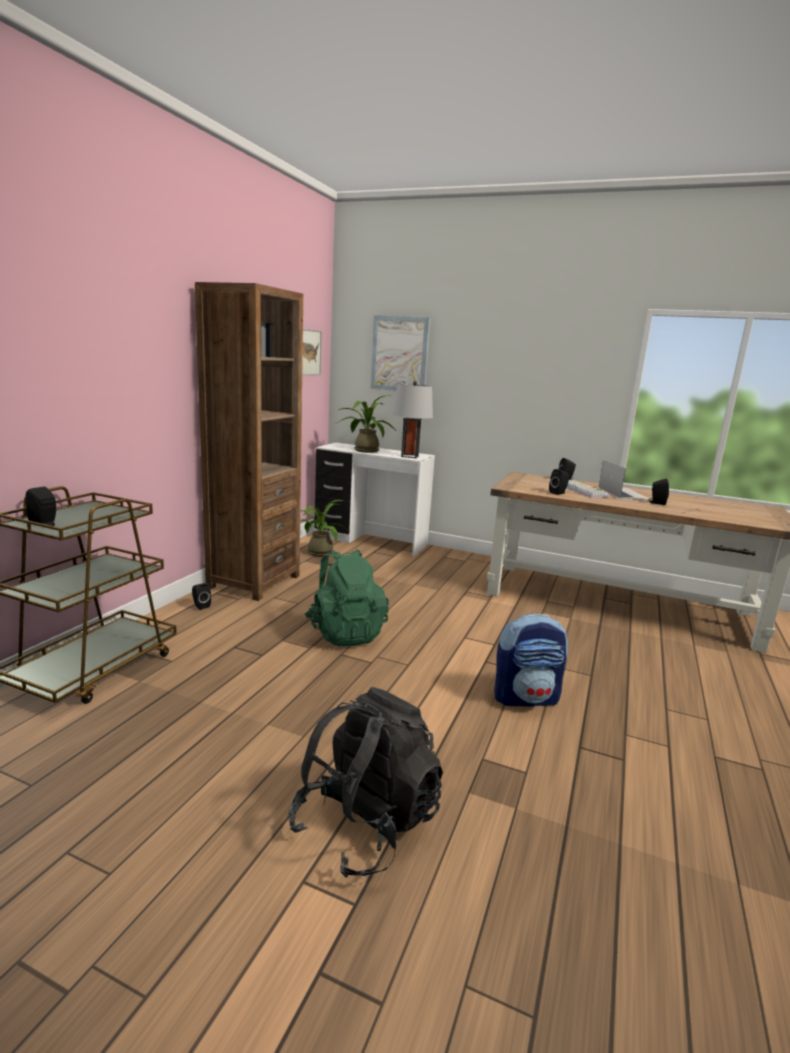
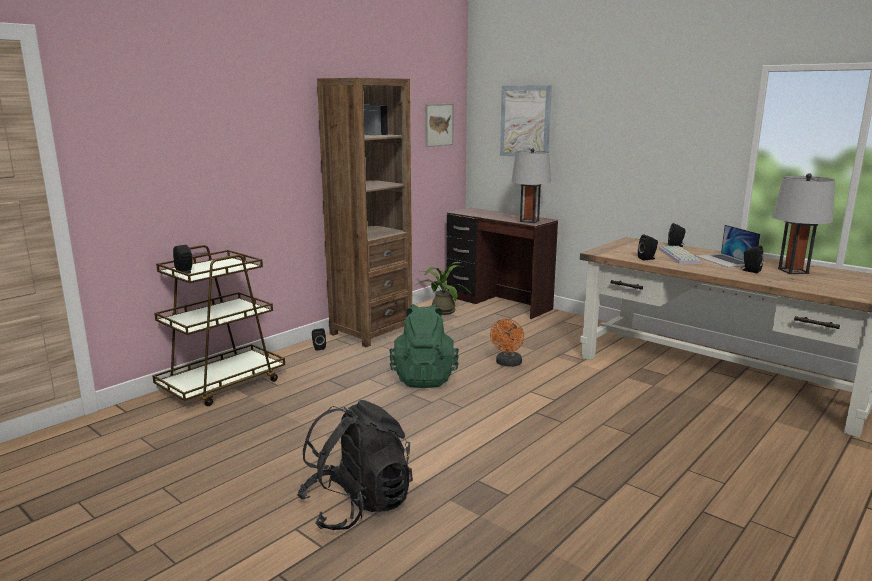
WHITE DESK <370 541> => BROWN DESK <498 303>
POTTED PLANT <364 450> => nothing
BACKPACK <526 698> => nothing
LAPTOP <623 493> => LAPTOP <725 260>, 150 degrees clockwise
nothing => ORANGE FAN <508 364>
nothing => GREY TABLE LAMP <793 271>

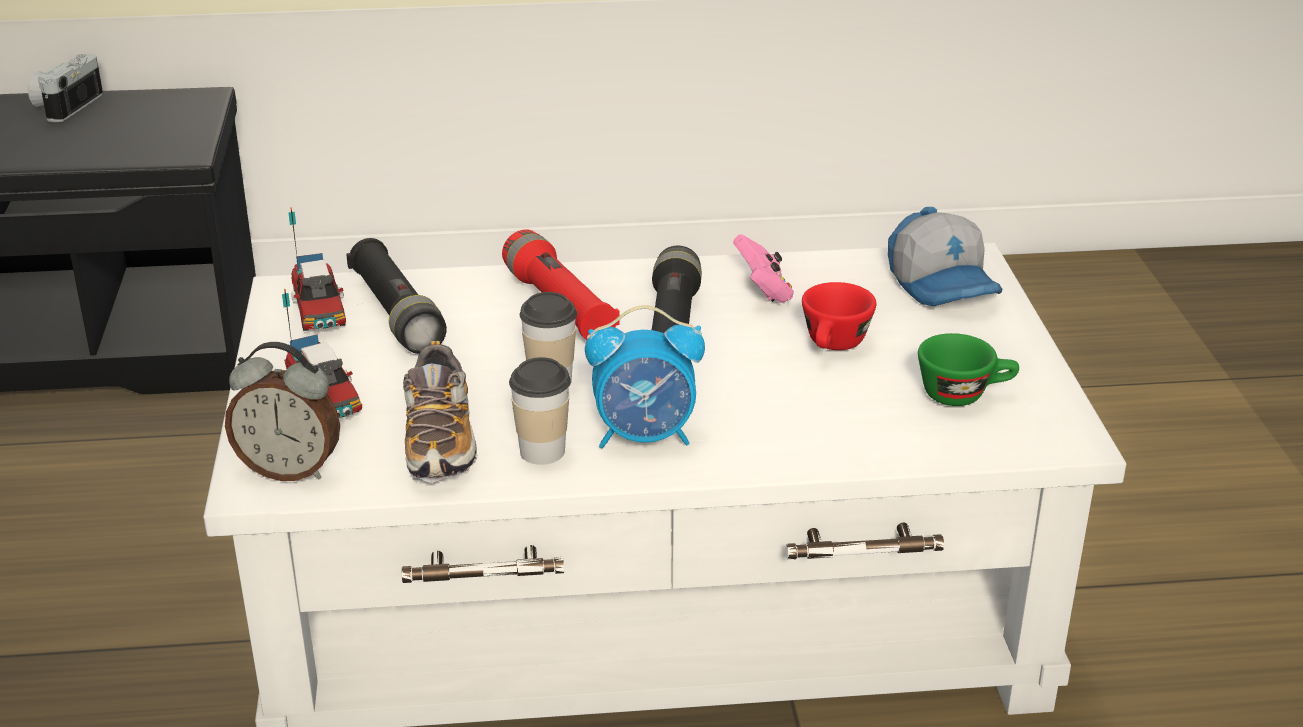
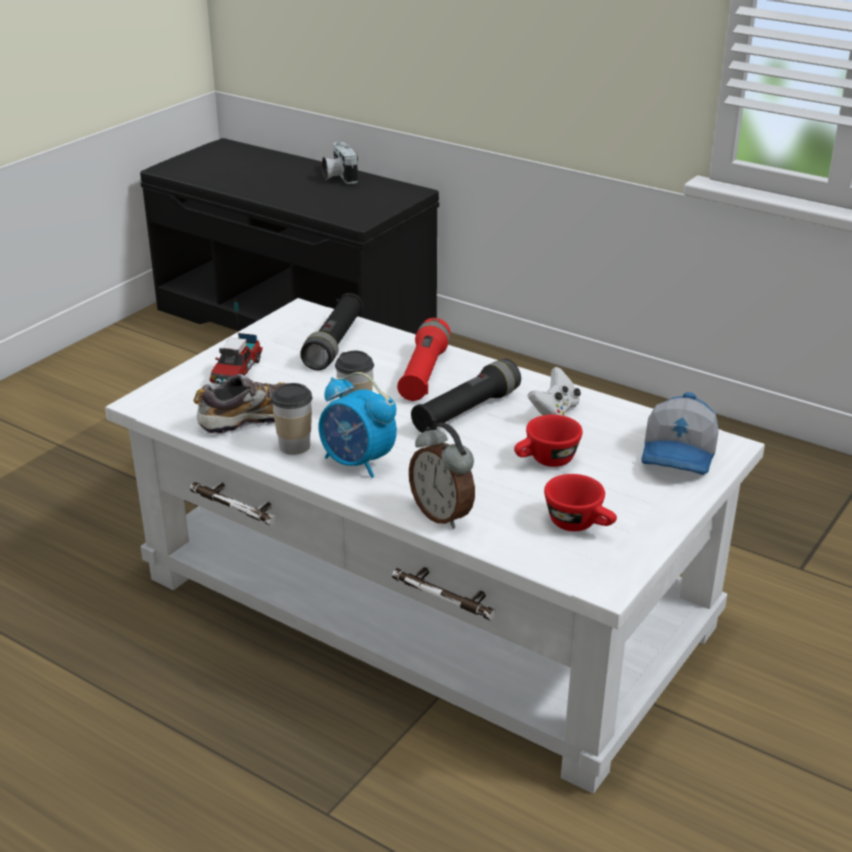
PHOTO CAMERA <66 106> => PHOTO CAMERA <338 176>, 75 degrees counterclockwise
ALARM CLOCK <290 470> => ALARM CLOCK <443 515>, relocated
TOY TRUCK <319 310> => nothing
SHOE <440 443> => SHOE <254 419>, 150 degrees counterclockwise
PINK GAME CONTROLLER <763 291> => WHITE GAME CONTROLLER <554 412>
GREEN CUP <964 394> => RED CUP <580 524>

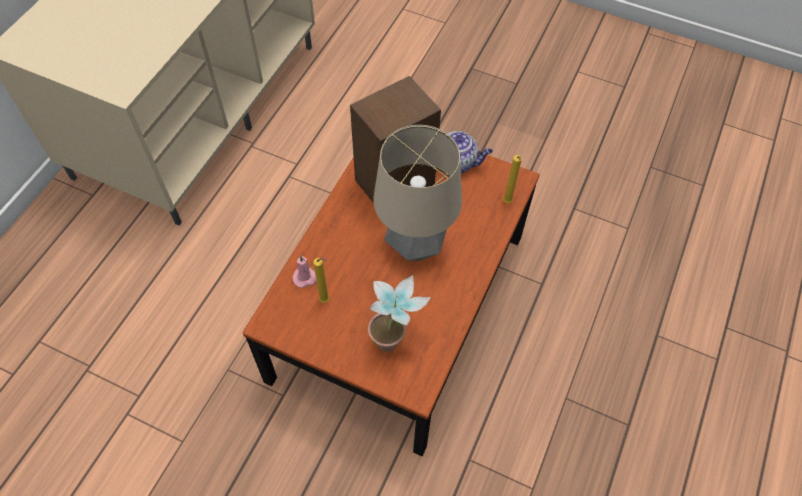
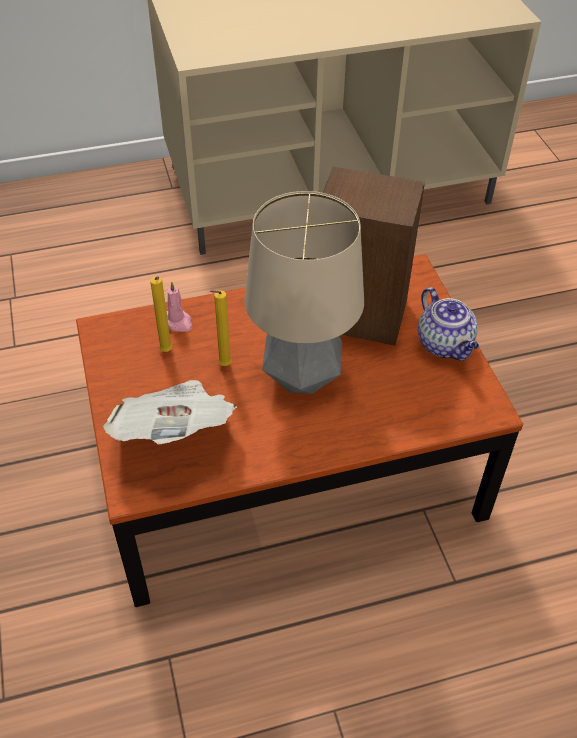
POTTED PLANT <394 339> => NEWSPAPER <175 432>
YELLOW CANDLE <507 203> => YELLOW CANDLE <223 365>, relocated

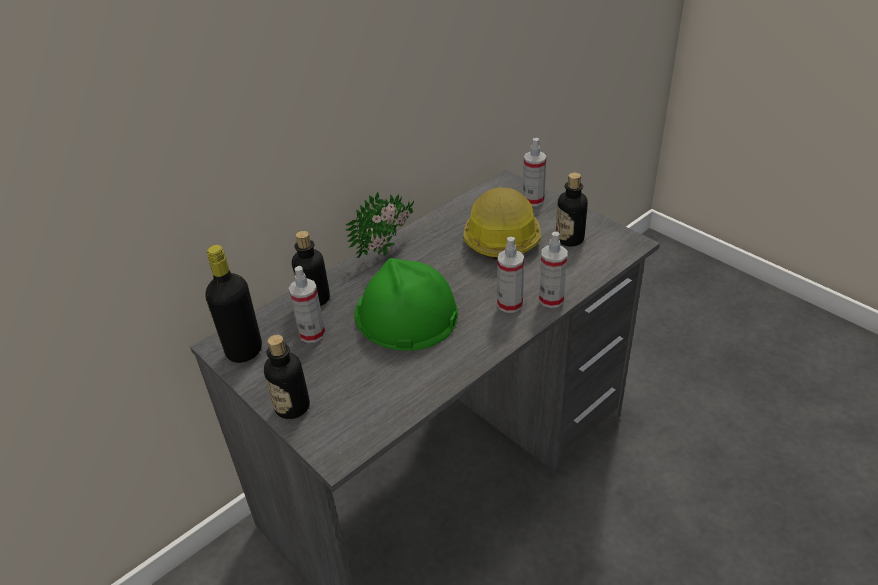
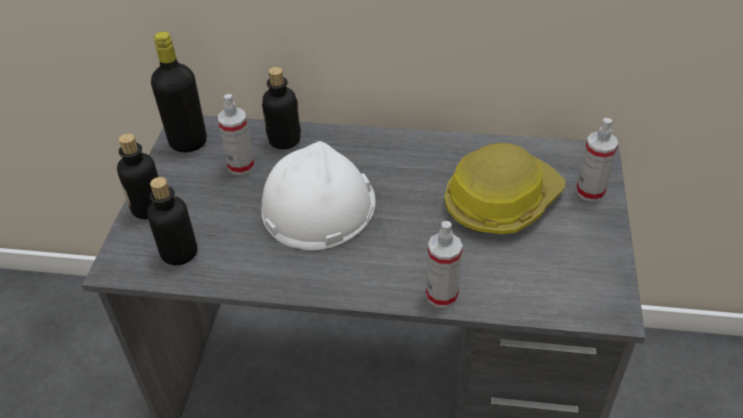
POTTED PLANT <388 249> => nothing
GREEN HARD HAT <406 314> => WHITE HARD HAT <318 205>
SPRAY BOTTLE <509 304> => nothing
BOTTLE <569 239> => BOTTLE <179 253>, relocated

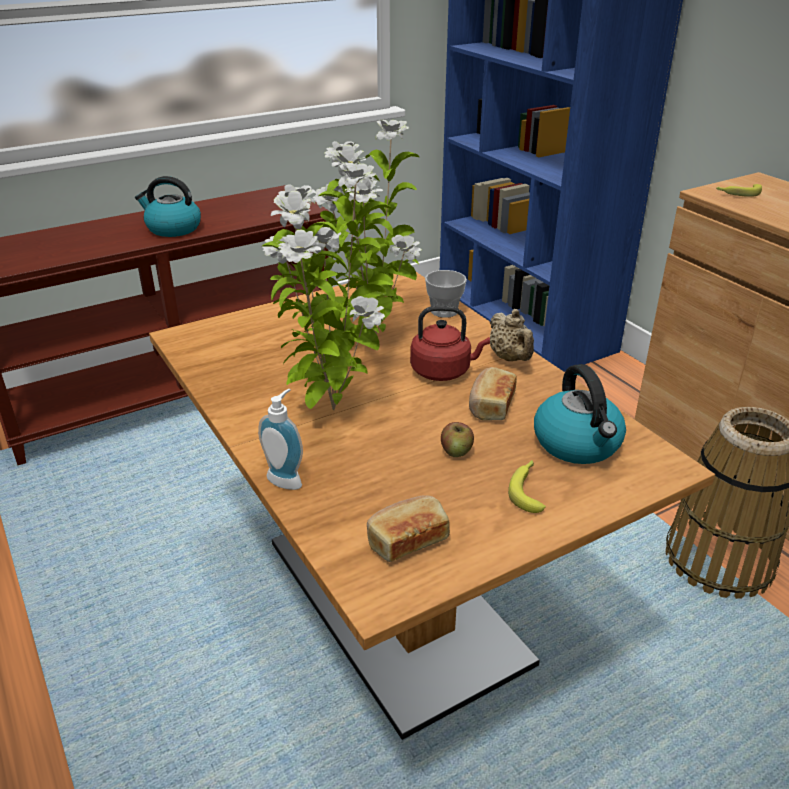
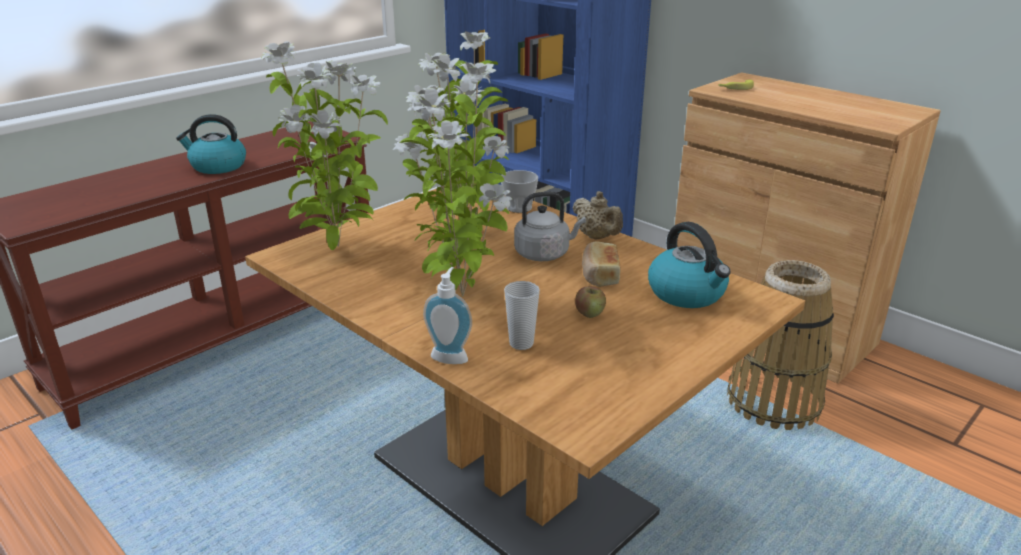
BREAD <406 540> => nothing
RED KETTLE <444 371> => GREY KETTLE <545 254>
BANANA <528 490> => nothing
nothing => POTTED PLANT <338 248>
nothing => CUP <521 343>

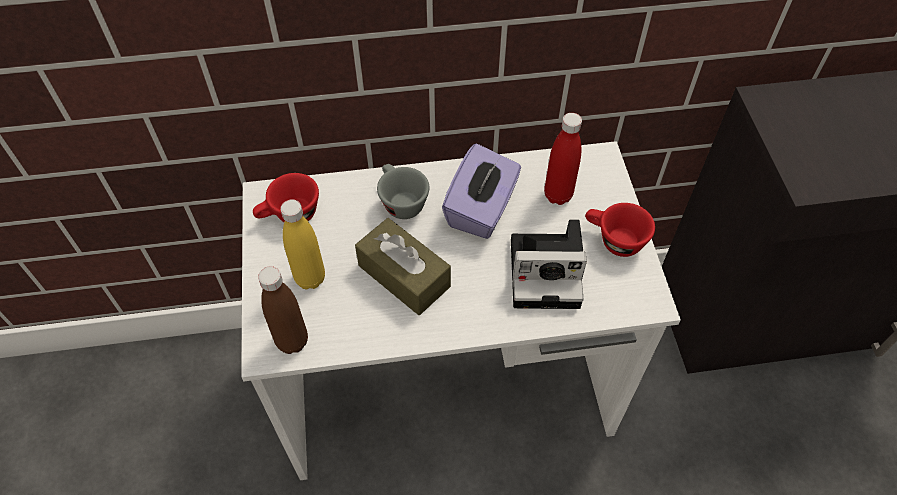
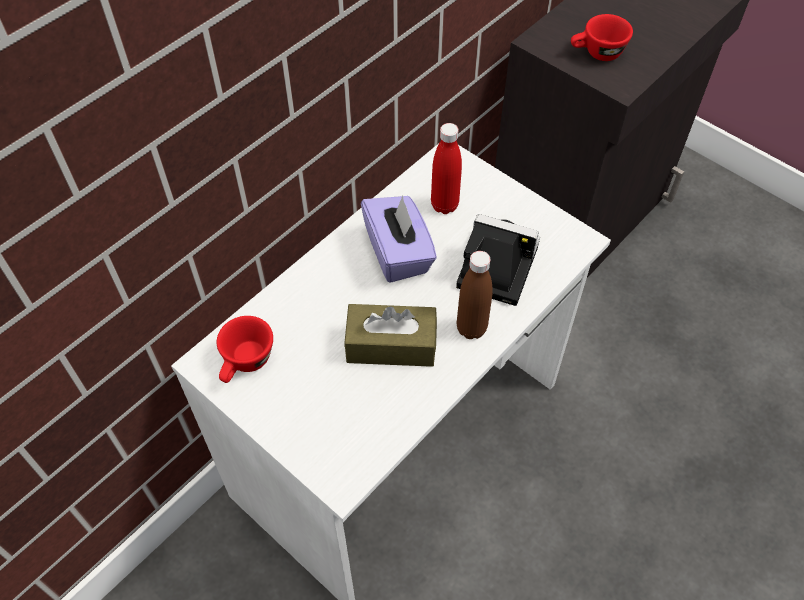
BROWN BOTTLE <292 341> => BROWN BOTTLE <471 328>, relocated
YELLOW BOTTLE <310 278> => nothing
GREY CUP <400 201> => nothing
PHOTO CAMERA <548 272> => PHOTO CAMERA <493 267>, 120 degrees counterclockwise
RED CUP <613 240> => RED CUP <597 53>, relocated

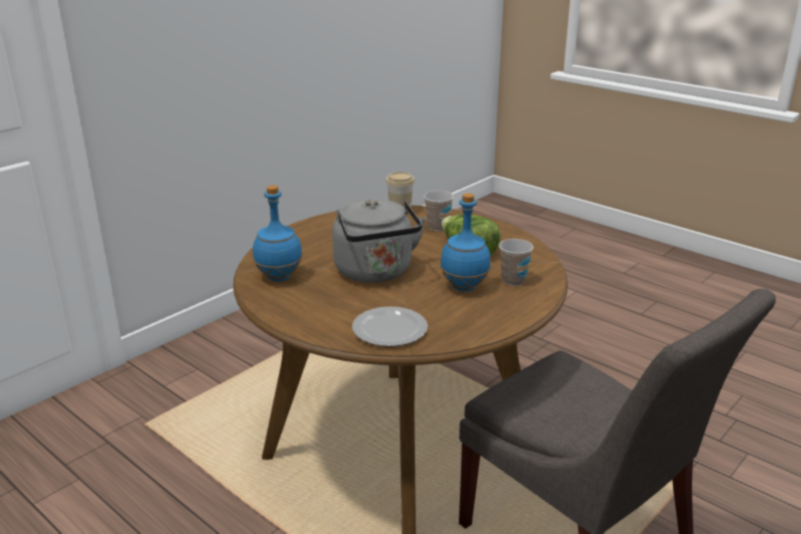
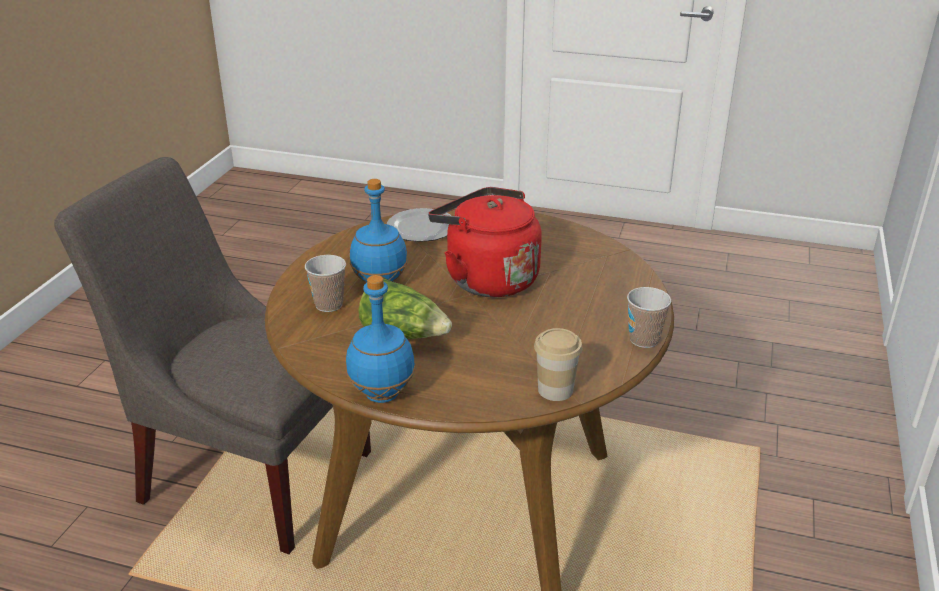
BLUE BOTTLE <278 277> => BLUE BOTTLE <383 394>, relocated
GREY KETTLE <376 273> => RED KETTLE <487 278>
CUP <437 227> => CUP <644 340>, relocated

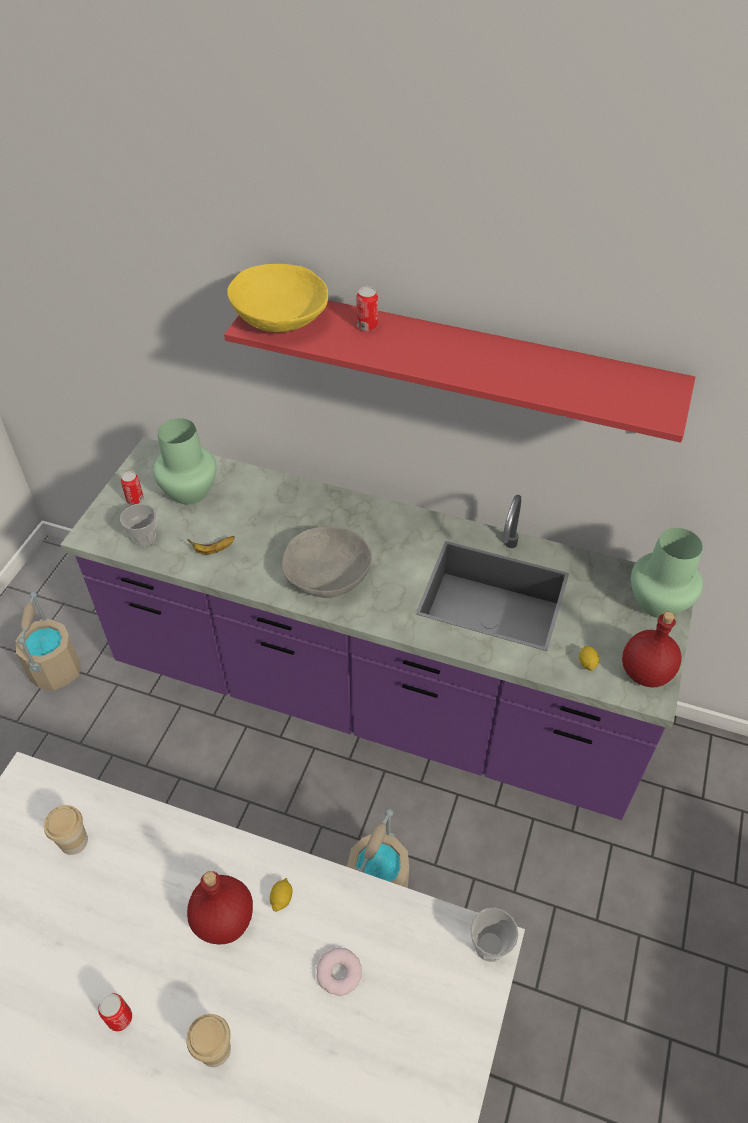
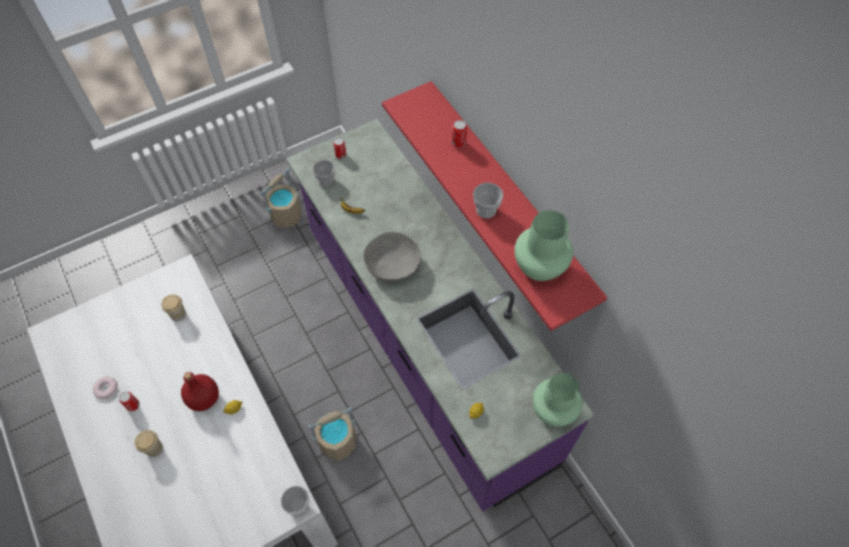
GREEN VASE <191 492> => GREEN VASE <540 267>, relocated
YELLOW BOWL <280 317> => nothing
DONUT <339 973> => DONUT <106 389>, relocated
RED BOTTLE <646 673> => nothing
nothing => CUP <486 210>

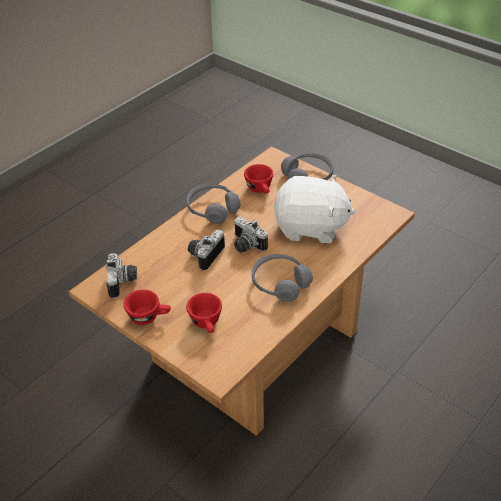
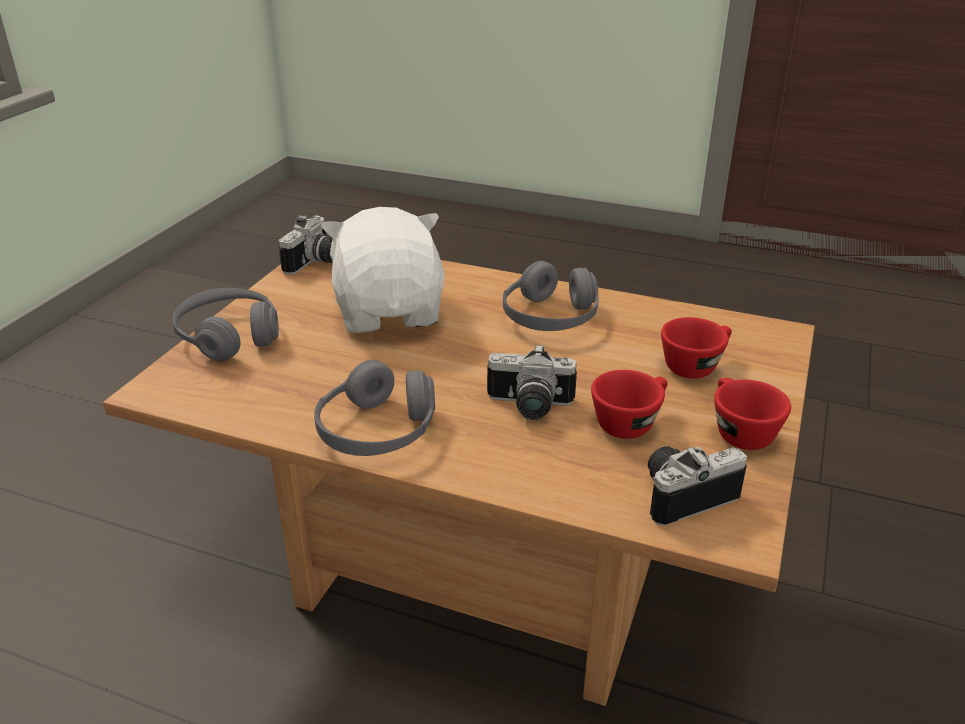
PHOTO CAMERA <245 245> => PHOTO CAMERA <317 263>, relocated
RED CUP <260 190> => RED CUP <630 421>, relocated

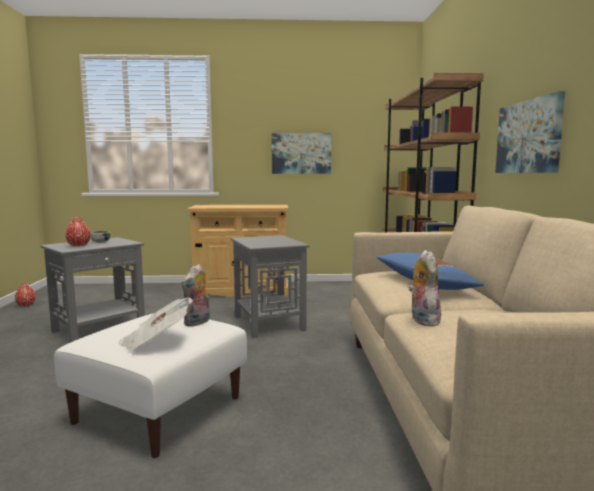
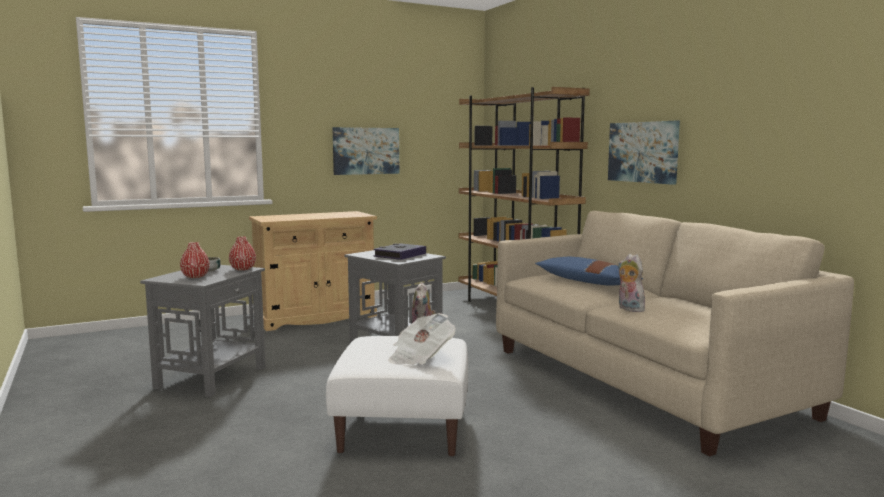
RED VASE <26 305> => RED VASE <242 269>, relocated
nothing => BOOK <400 255>

